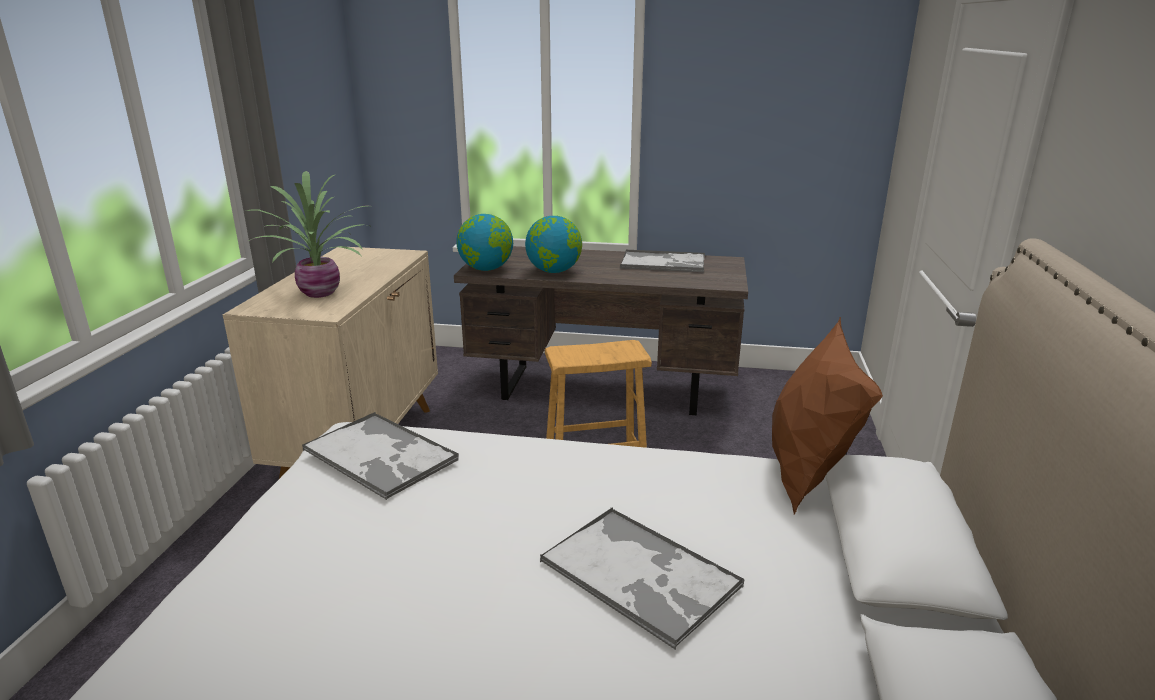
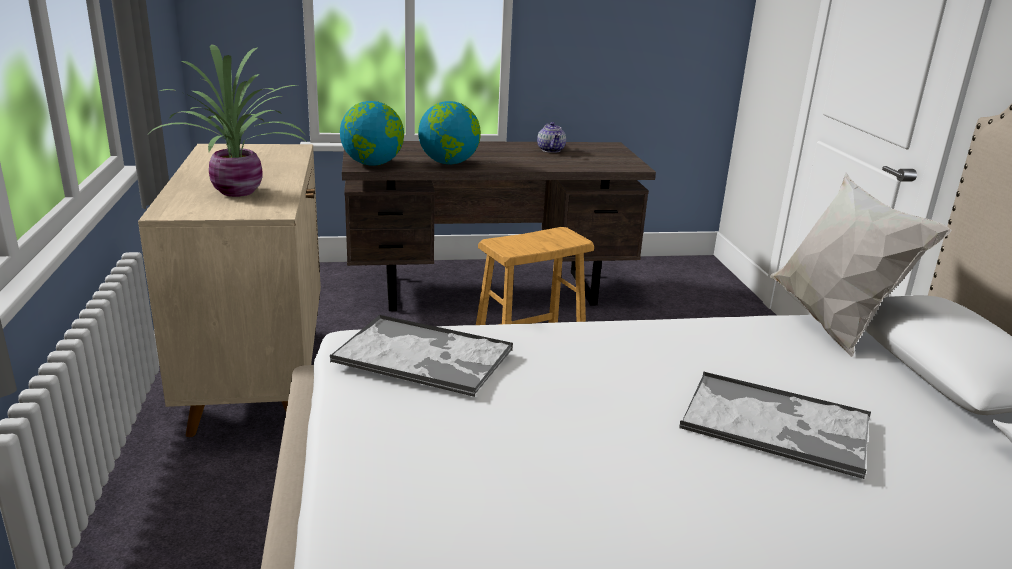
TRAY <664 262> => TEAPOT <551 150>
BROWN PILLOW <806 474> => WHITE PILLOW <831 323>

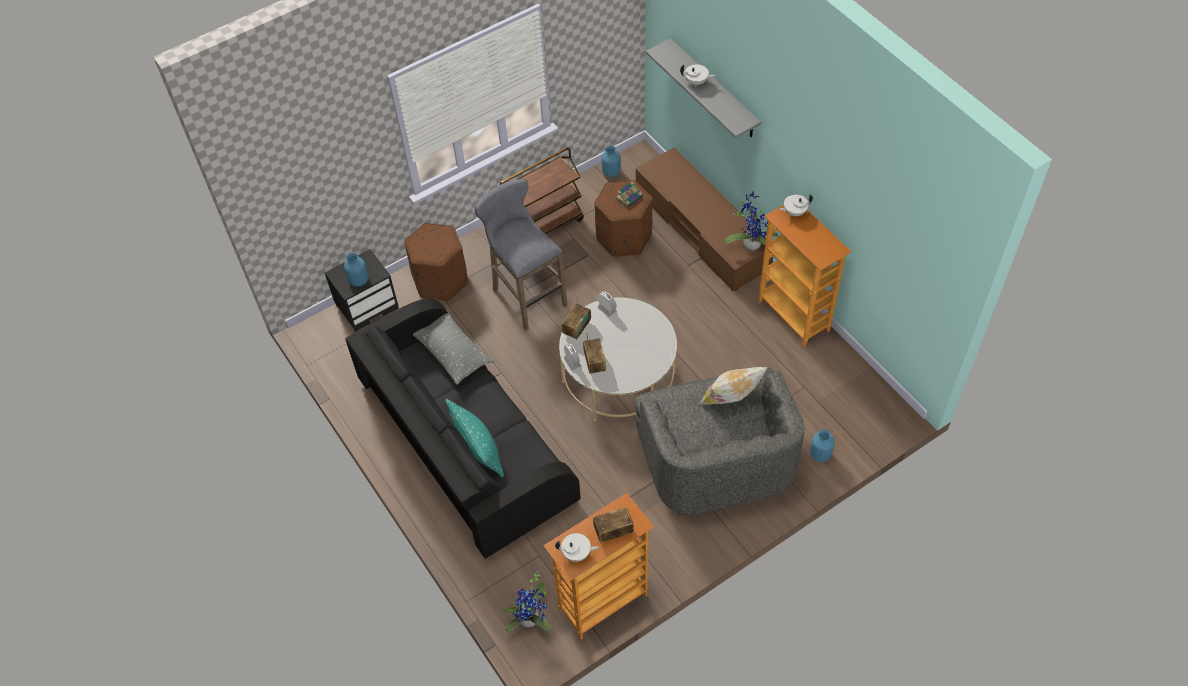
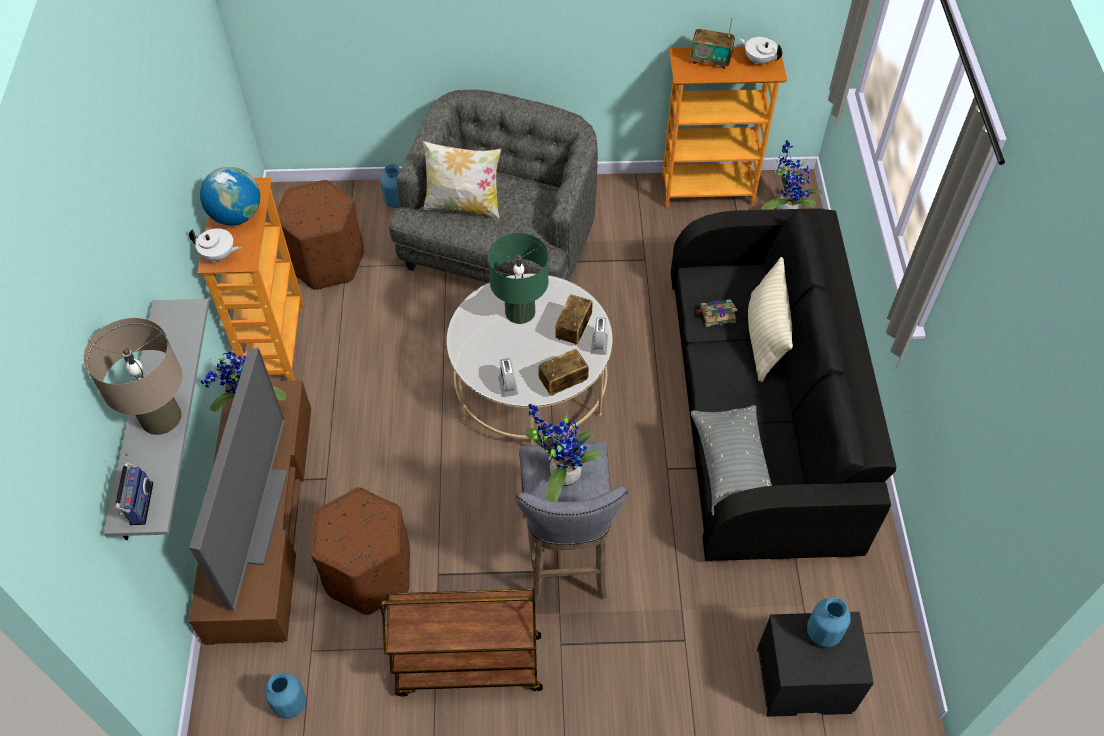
BROWN OTTOMAN <441 280> => BROWN OTTOMAN <326 261>, relocated
TURQUOISE PILLOW <478 448> => BEIGE PILLOW <765 336>
BOOK <629 197> => BOOK <716 314>, relocated
WHITE TEAPOT <696 82> => BEIGE TABLE LAMP <160 417>
nothing => RADIO <138 504>
nothing => TELEVISION <251 513>
nothing => GLOBE <236 215>
nothing => GREEN TABLE LAMP <520 311>
nothing => POTTED PLANT <561 473>

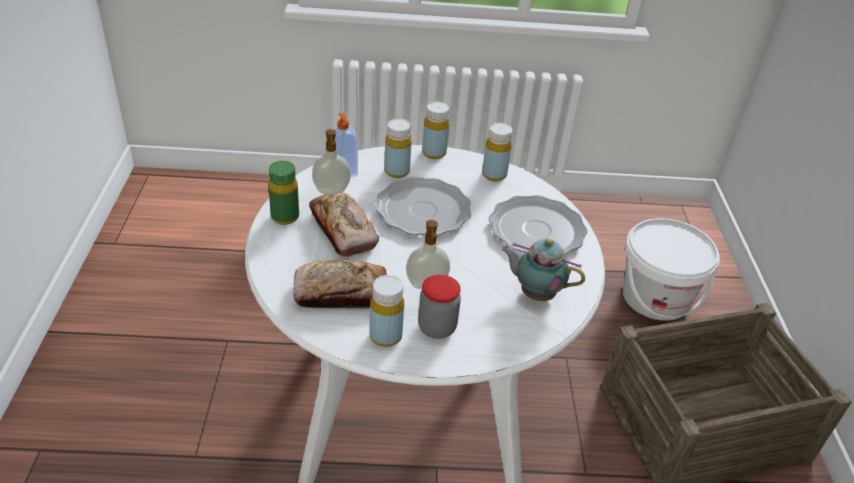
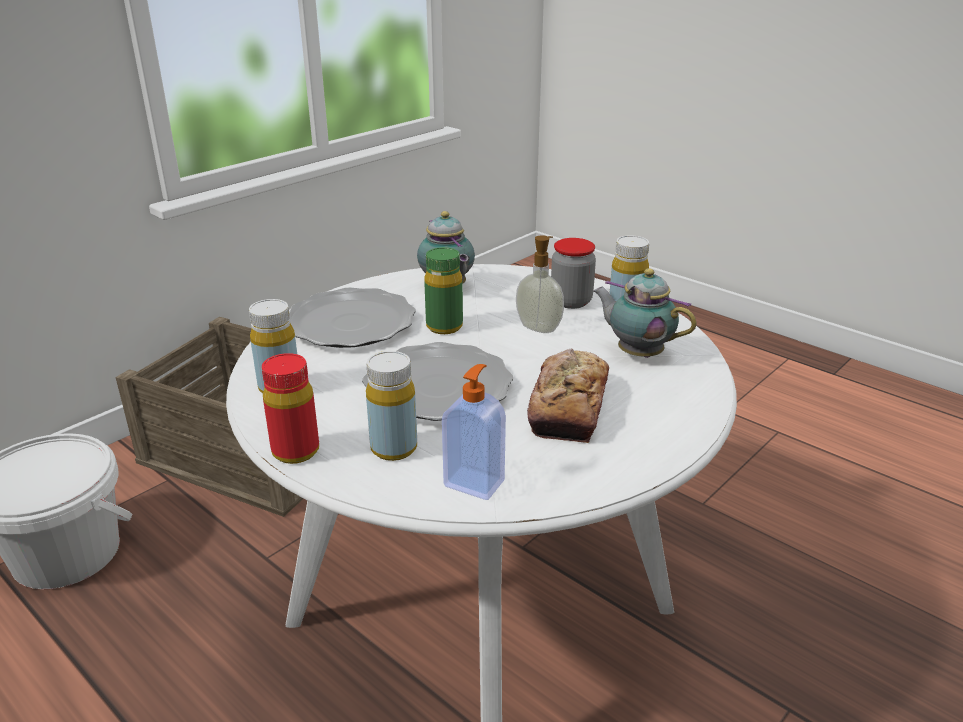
GREEN BOTTLE <285 217> => GREEN BOTTLE <444 327>, relocated
BREAD <340 293> => TEAPOT <637 353>
SOAP DISPENSER <331 191> => nothing
YELLOW BOTTLE <434 153> => RED BOTTLE <295 451>

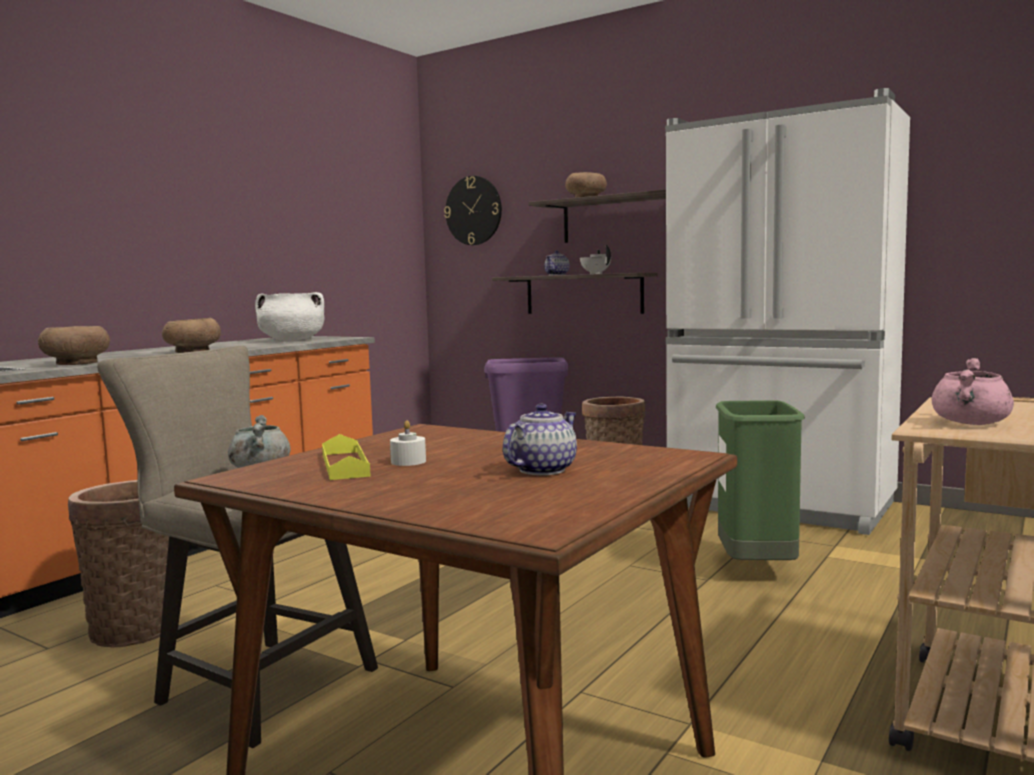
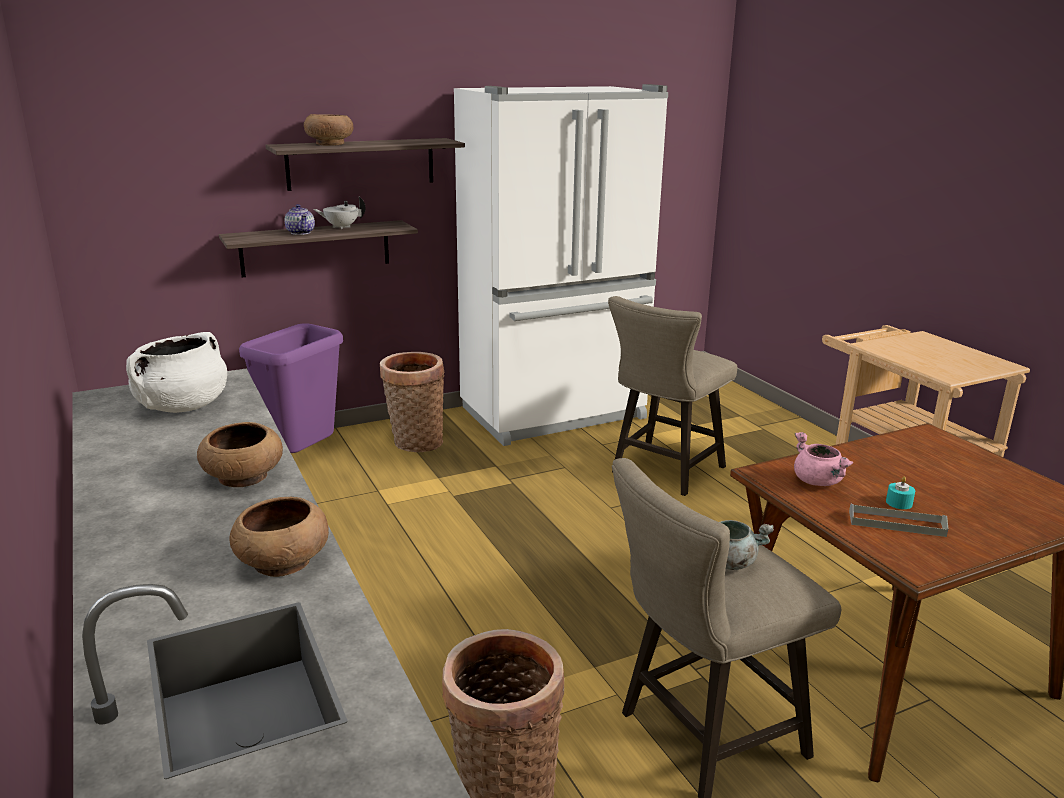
YELLOW TRAY <345 465> => GREY TRAY <896 523>
WHITE CANDLE <408 461> => TURQUOISE CANDLE <899 503>
WALL CLOCK <473 210> => nothing
TEAPOT <541 470> => nothing
GREEN TRASH CAN <755 568> => BEIGE STOOL <663 472>
PINK COOKING POT <971 423> => PINK COOKING POT <819 482>, relocated

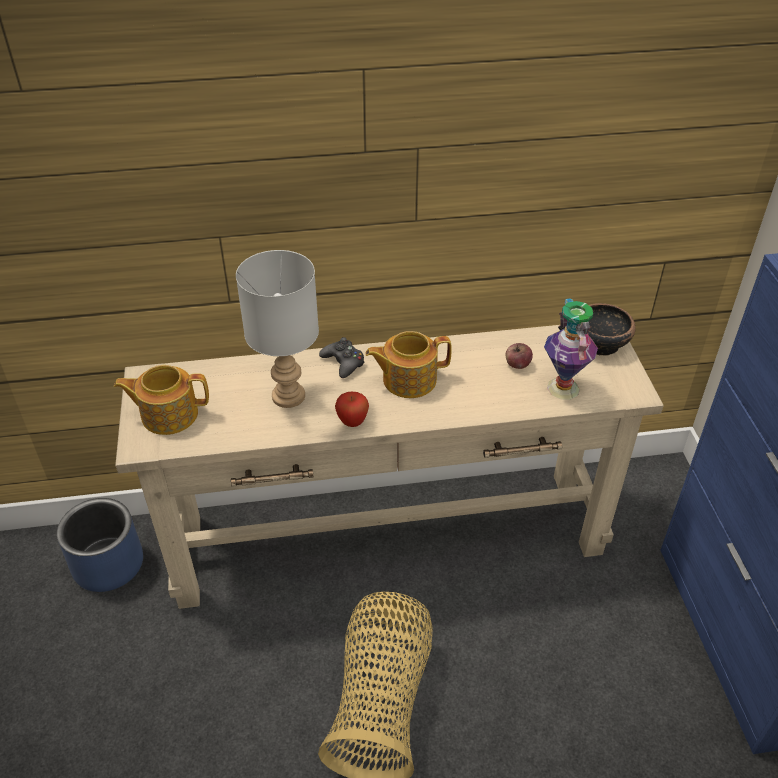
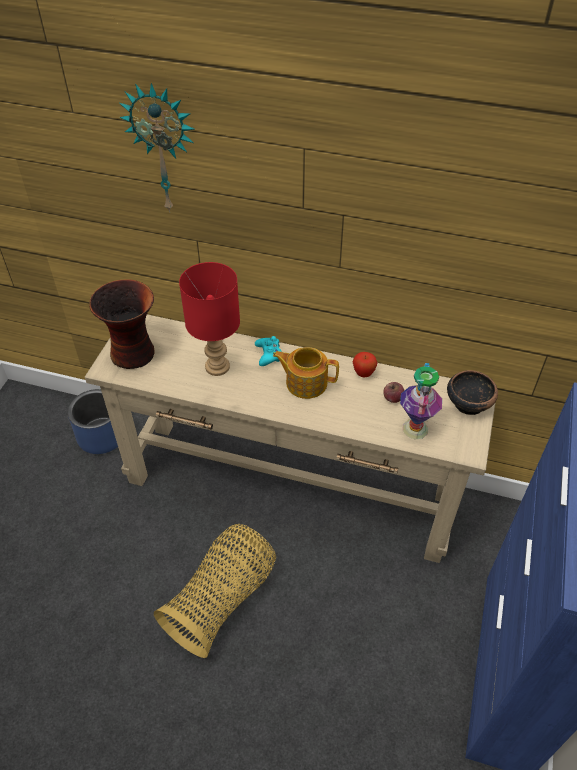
TEAPOT <168 414> => VASE <134 353>
GREY TABLE LAMP <289 396> => RED TABLE LAMP <218 367>
BLACK GAME CONTROLLER <343 362> => TURQUOISE GAME CONTROLLER <269 354>
APPLE <352 422> => APPLE <363 374>, relocated
nothing => WALL CLOCK <163 149>

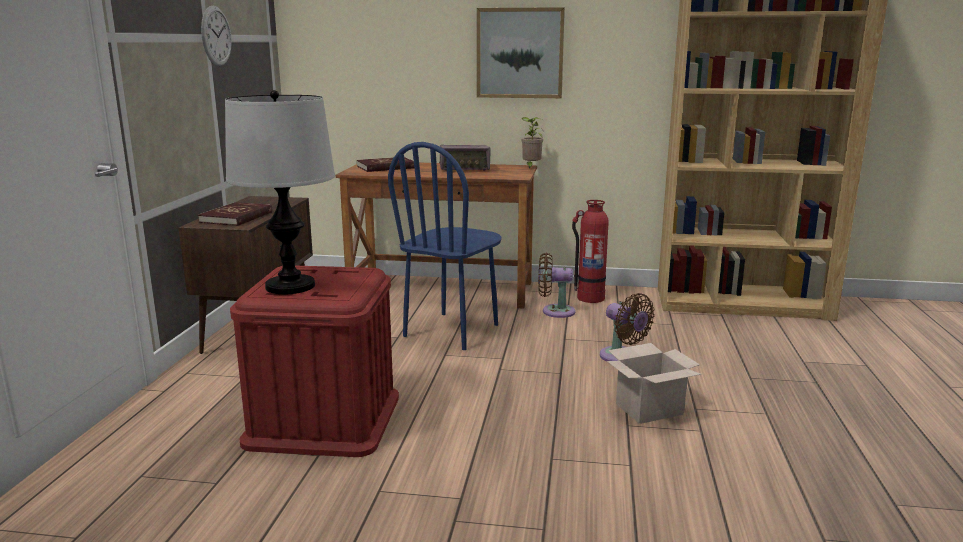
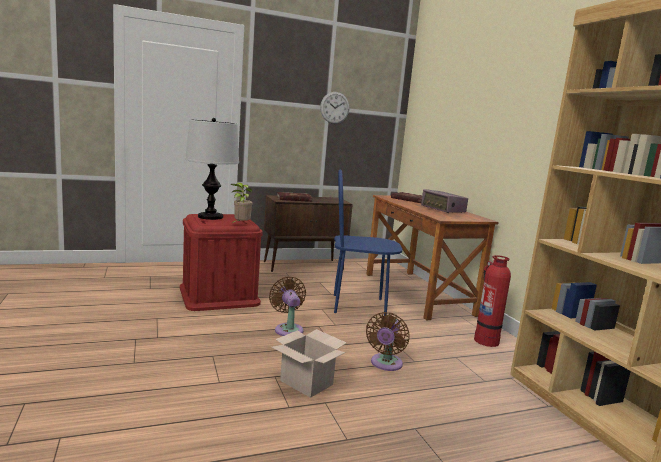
PICTURE <520 53> => nothing
POTTED PLANT <531 167> => POTTED PLANT <240 225>, relocated
BROWN FAN <554 311> => BROWN FAN <288 329>, relocated

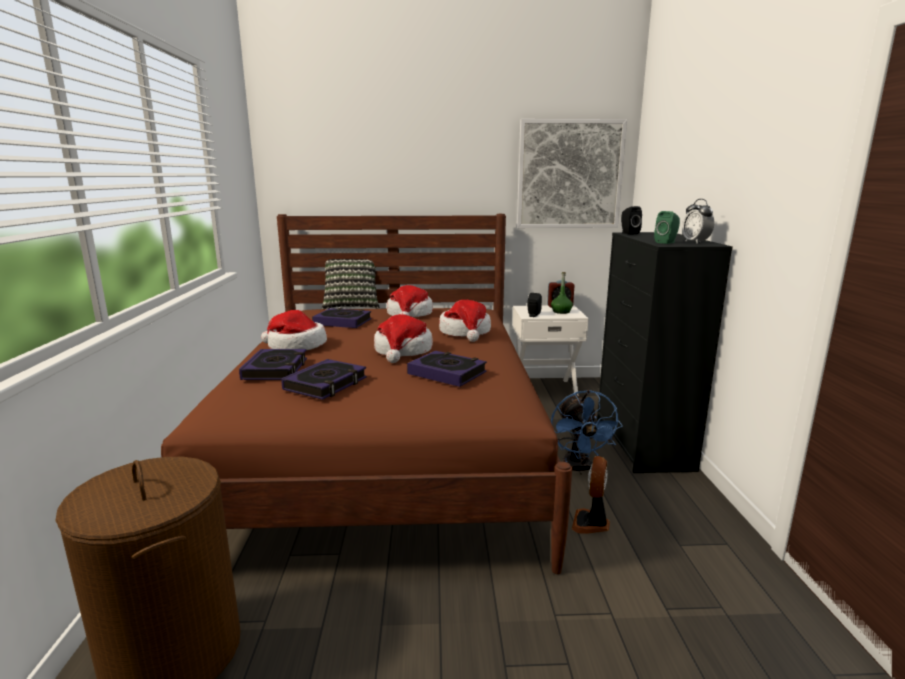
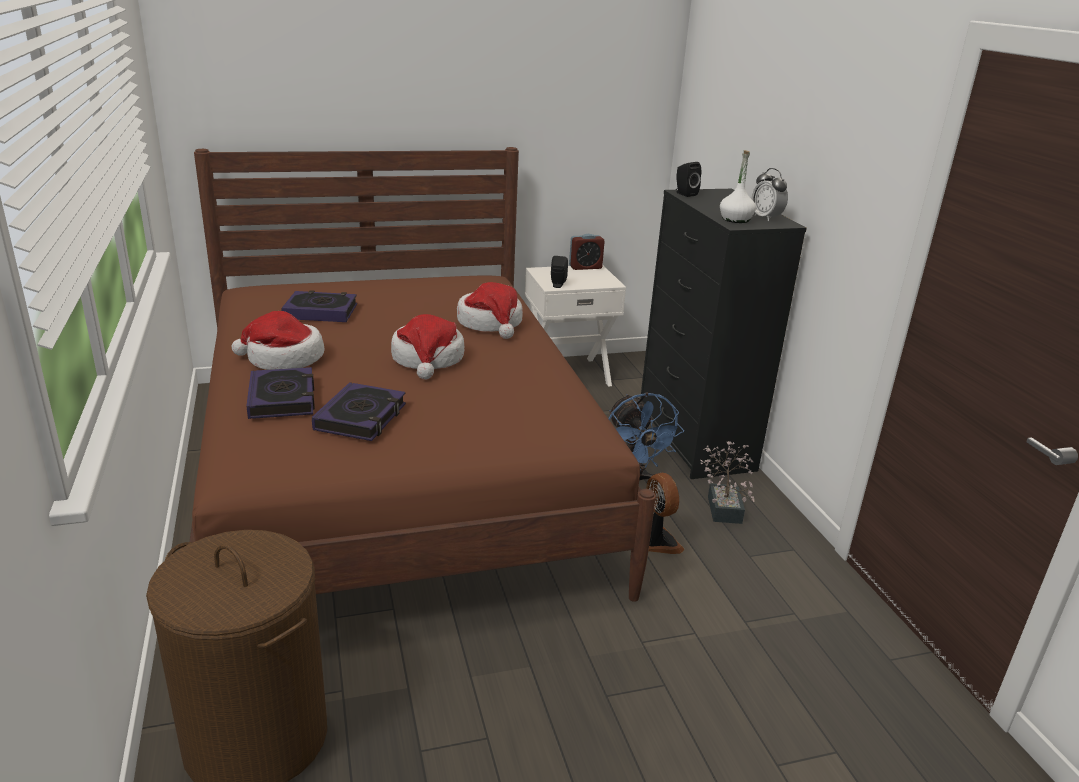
PILLOW <352 305> => nothing
HAT <409 314> => nothing
BOOK <447 373> => nothing
PICTURE <569 175> => nothing
GREEN BOTTLE <561 312> => nothing
FAN <591 523> => FAN <658 543>, 150 degrees clockwise
GREEN SPEAKER <667 242> => WHITE BOTTLE <735 219>
nothing => POTTED PLANT <724 506>

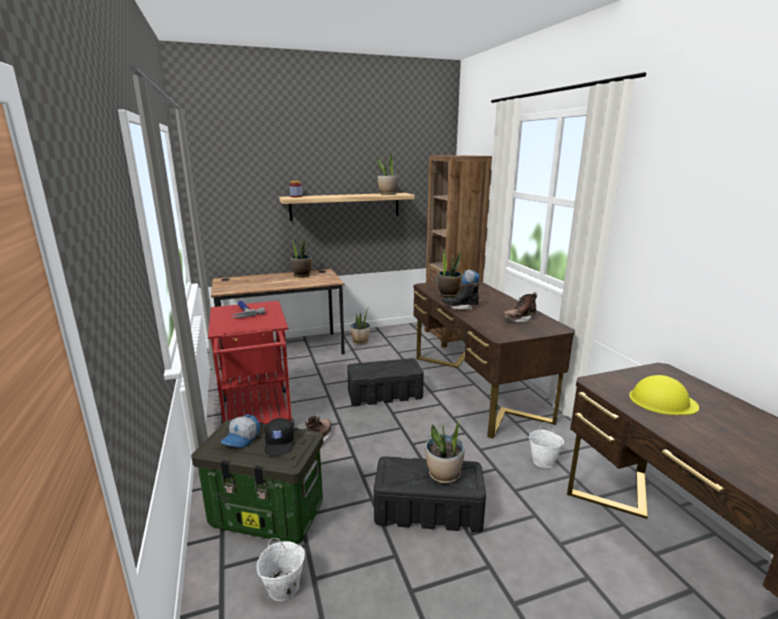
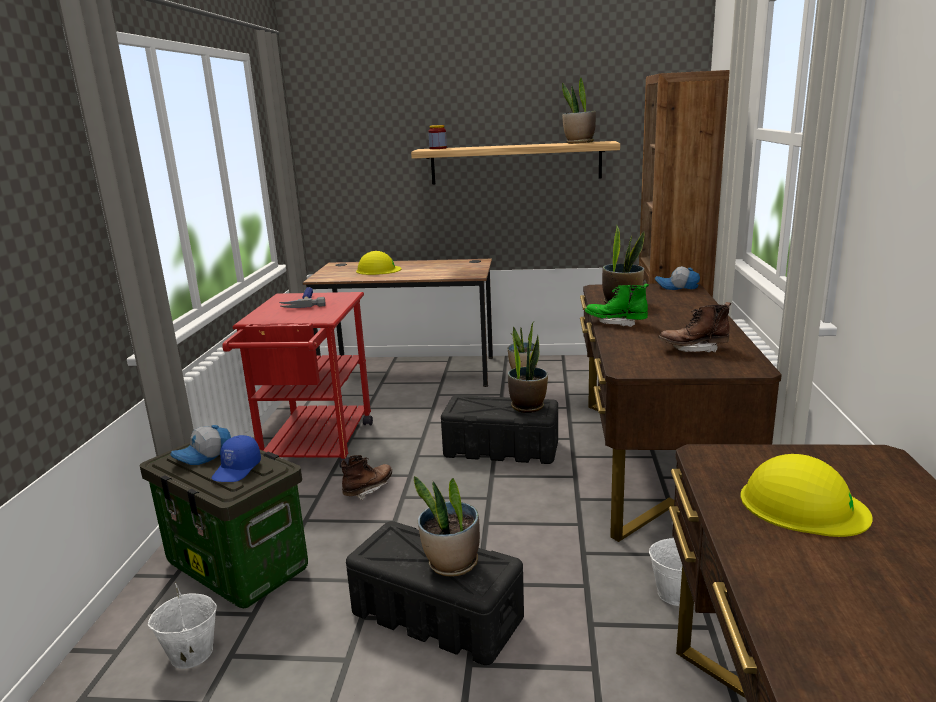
BLACK CAP <279 444> => BLUE CAP <237 469>
POTTED PLANT <302 275> => POTTED PLANT <527 406>, relocated
BLACK BOOT <460 307> => GREEN BOOT <616 322>
nothing => YELLOW HARD HAT <378 270>

